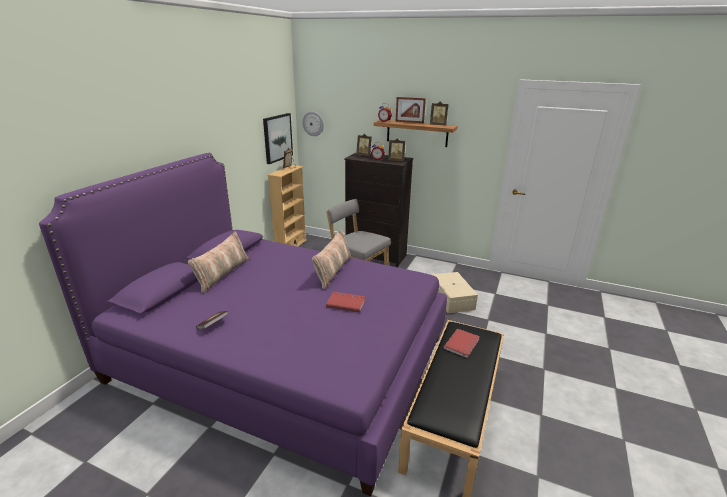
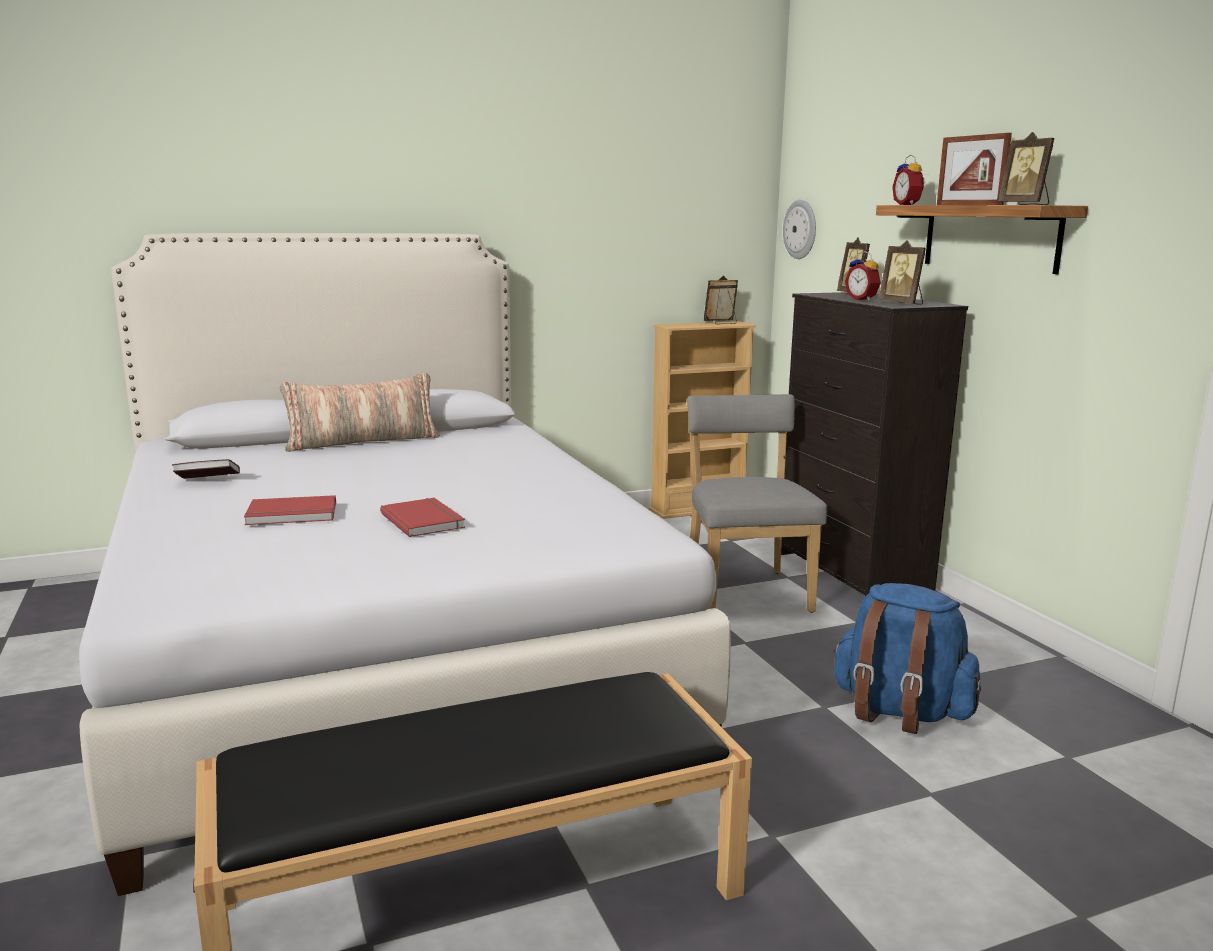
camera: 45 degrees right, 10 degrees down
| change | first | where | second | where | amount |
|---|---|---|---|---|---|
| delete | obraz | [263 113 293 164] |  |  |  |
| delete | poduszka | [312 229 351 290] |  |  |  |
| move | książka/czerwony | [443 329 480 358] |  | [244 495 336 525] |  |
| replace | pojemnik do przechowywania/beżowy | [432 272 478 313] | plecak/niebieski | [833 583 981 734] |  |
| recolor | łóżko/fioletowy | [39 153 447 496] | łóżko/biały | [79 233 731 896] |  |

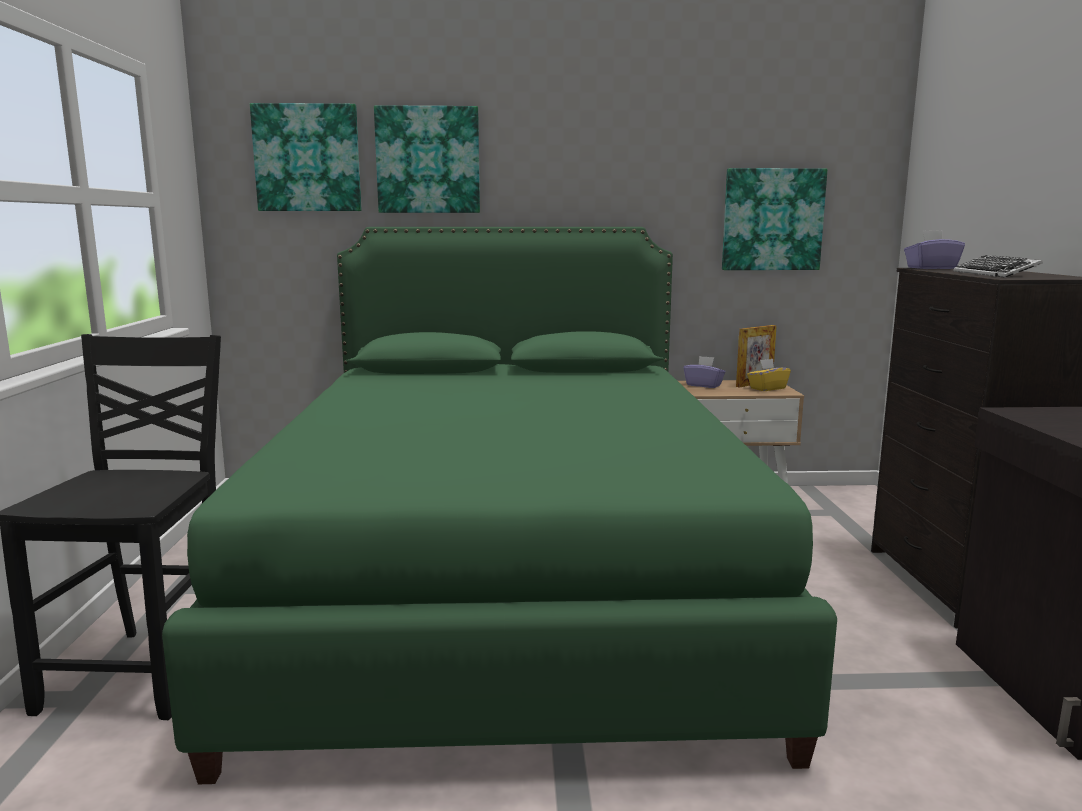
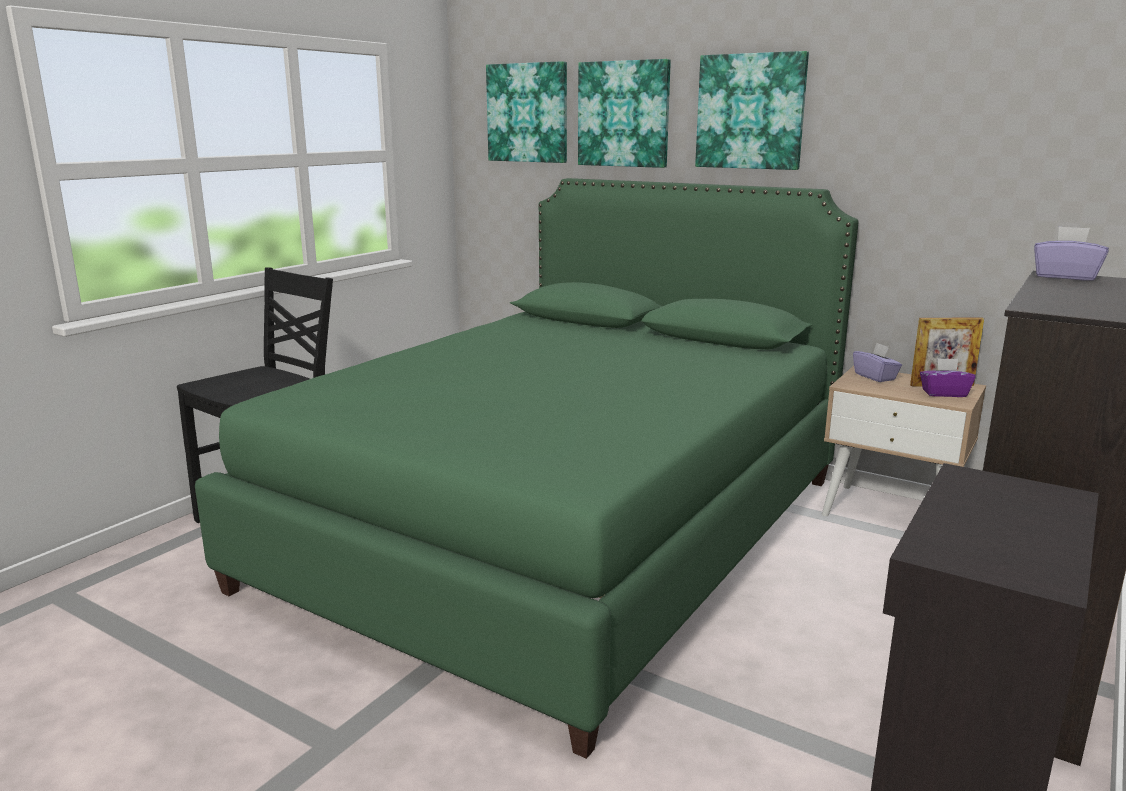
camera: 35 degrees right, 5 degrees up
| change | first | where | second | where | amount |
|---|---|---|---|---|---|
| delete | klawiatura | [954 255 1043 278] |  |  |  |
| move | obraz | [722 168 827 270] |  | [695 51 809 170] |  |
| recolor | pudełko chusteczek/żółty | [747 359 791 391] | pudełko chusteczek/fioletowy | [920 358 976 397] |  |

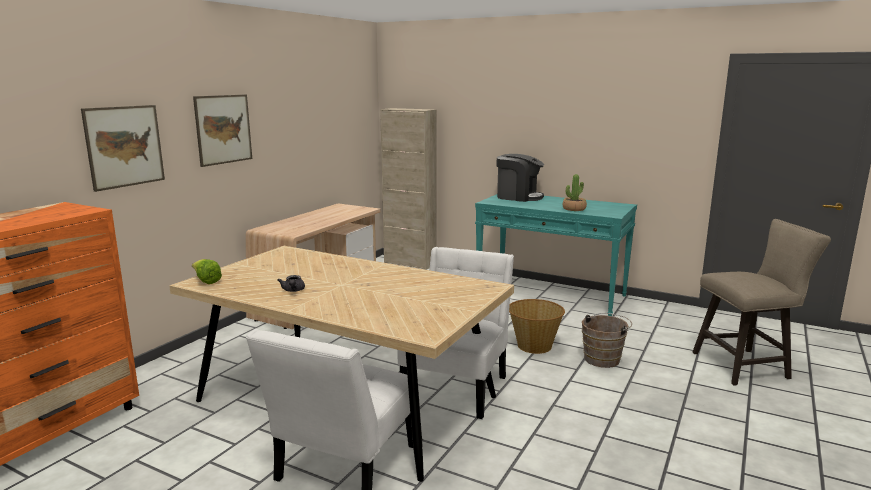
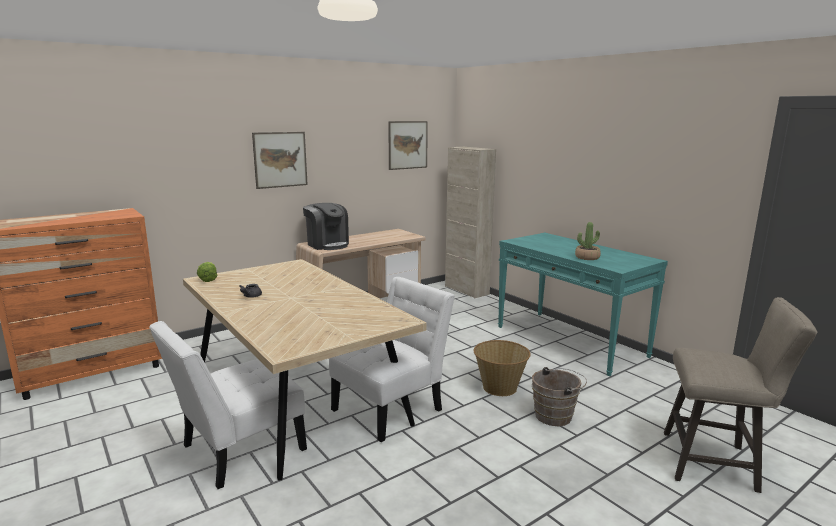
camera: 25 degrees right, 0 degrees up
| change | first | where | second | where | amount |
|---|---|---|---|---|---|
| move | obraz | [81 105 165 192] |  | [388 121 428 170] |  |
| move | ekspres do kawy | [496 154 544 202] |  | [303 203 349 250] |  |

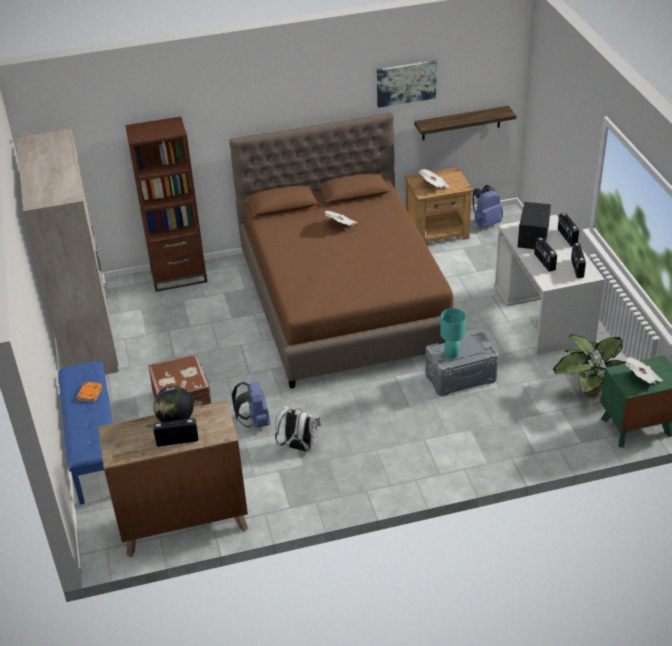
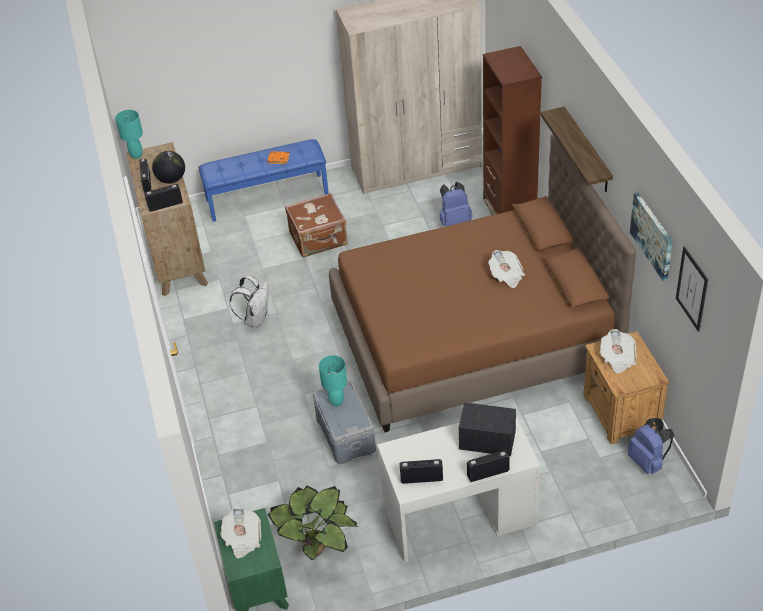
camera: 90 degrees right, 5 degrees up
| change | first | where | second | where | amount |
|---|---|---|---|---|---|
| insert |  |  | lampa stołowa/turkusowy | [115 110 143 159] |  |
| insert |  |  | obraz | [676 246 708 332] |  |
| move | plecak/niebieski | [232 382 270 428] |  | [440 182 472 226] |  |
| move | półka | [414 106 516 140] |  | [541 107 613 192] |  |
| move | radio | [534 237 557 272] |  | [145 184 183 212] |  |

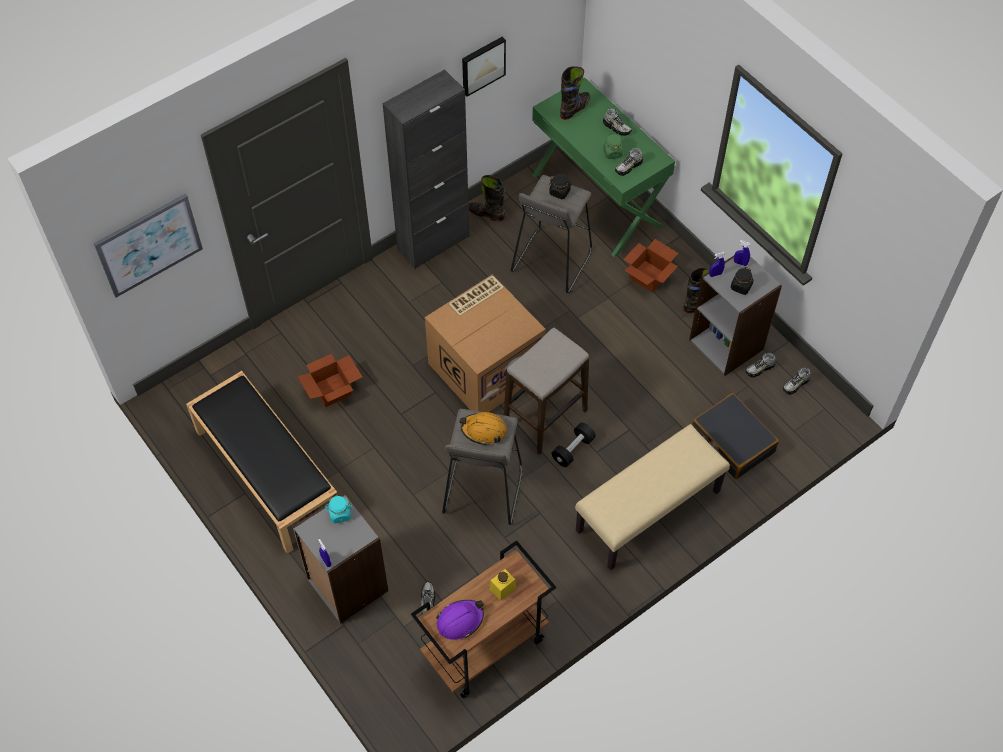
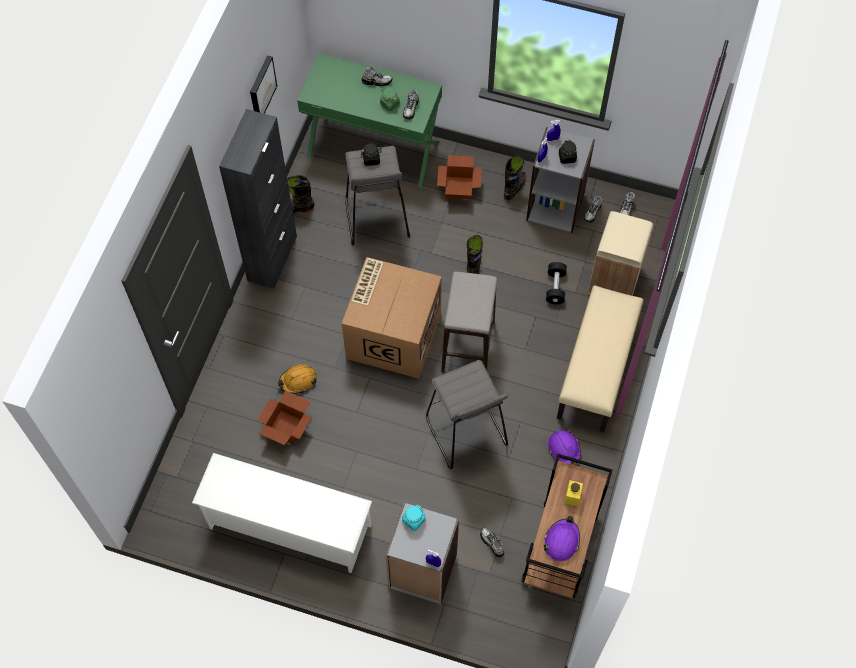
camera: 35 degrees left, 5 degrees up
| change | first | where | second | where | amount |
|---|---|---|---|---|---|
| delete | obraz | [94 194 203 298] |  |  |  |
| insert |  |  | kask/fioletowy | [548 429 581 465] |  |
| move | kask/pomarańczowy | [459 412 507 445] |  | [277 364 317 394] |  |
| move | hantel/czarny | [552 422 596 467] |  | [546 262 567 304] |  |
| move | but z cholewką/czarny | [560 66 590 120] |  | [467 235 483 274] |  |
| replace | ławka/czarny | [186 371 338 554] | regał na buty/biały | [192 453 372 573] |  |
| replace | walizka/czarny | [692 393 779 479] | kosz na śmieci/beżowy | [588 211 653 296] |  |

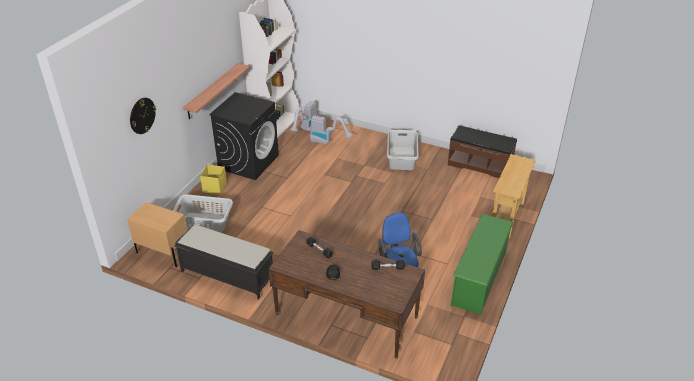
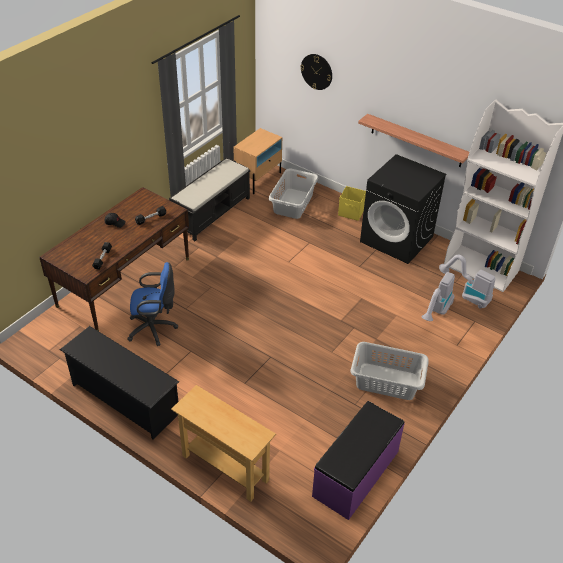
camera: 100 degrees right, 5 degrees up
| change | first | where | second | where | amount |
|---|---|---|---|---|---|
| recolor | ławka/brązowy | [448 125 517 178] | ławka/fioletowy | [312 401 405 520] |  |
| recolor | regał na buty/zielony | [451 214 514 315] | regał na buty/czarny | [60 326 179 439] |  |

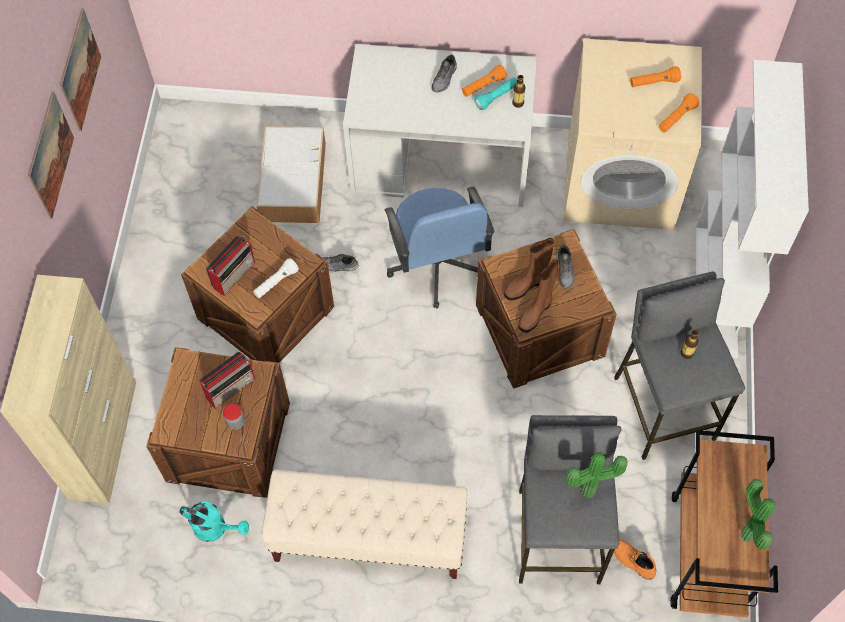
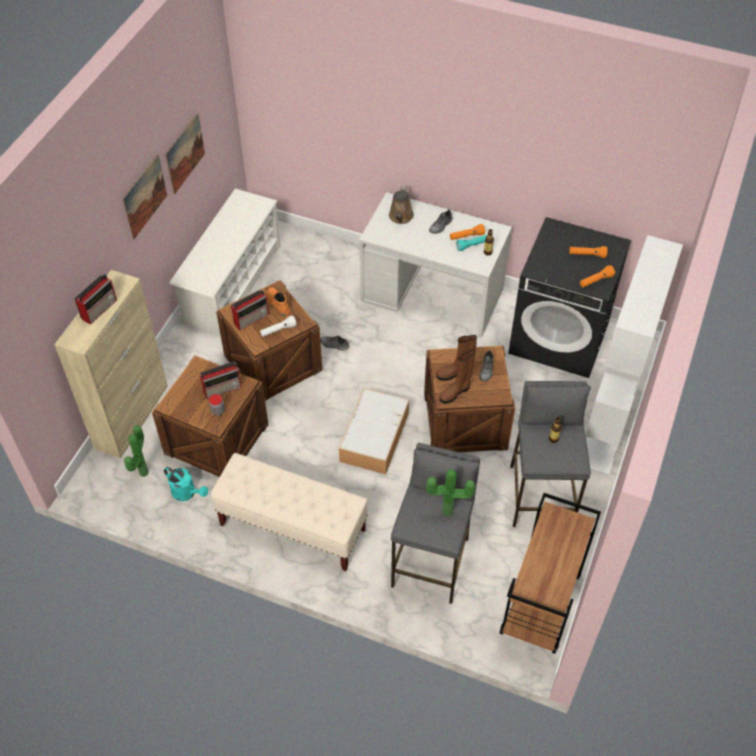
camera: 15 degrees right, 10 degrees down
| change | first | where | second | where | amount |
|---|---|---|---|---|---|
| delete | krzesło biurowe/niebieski | [385 187 494 308] |  |  |  |
| insert |  |  | radio | [74 274 117 325] |  |
| insert |  |  | regał na buty/biały | [169 189 280 337] |  |
| insert |  |  | konewka/brązowy | [389 185 414 224] |  |
| move | pojemnik do przechowywania | [257 126 326 223] |  | [339 388 409 474] |  |
| move | but z cholewką/pomarańczowy | [614 539 656 580] |  | [267 288 290 316] |  |
| move | roślina doniczkowa | [740 478 776 550] |  | [124 425 149 477] |  |
| recolor | pralka/beżowy | [564 39 702 230] | pralka/czarny | [508 217 631 378] |  |

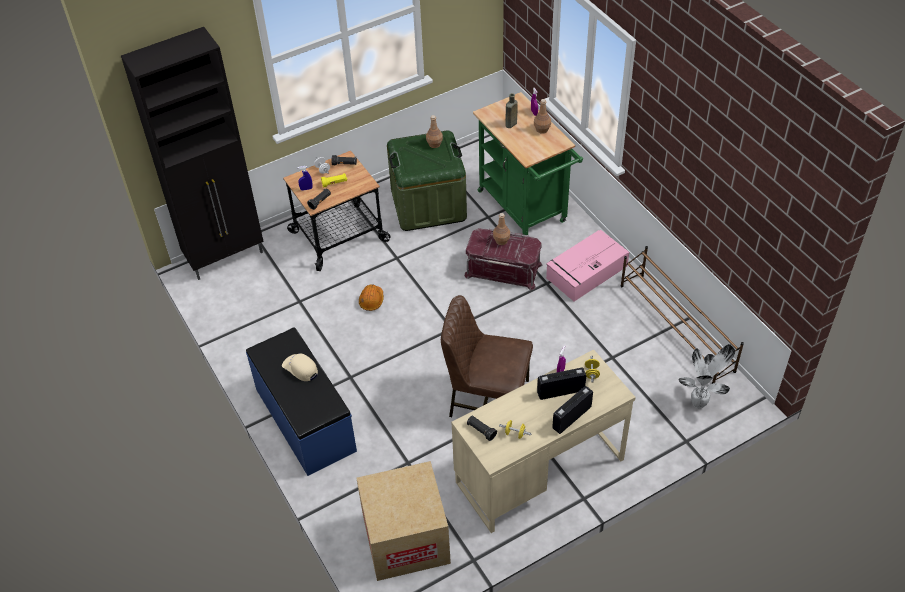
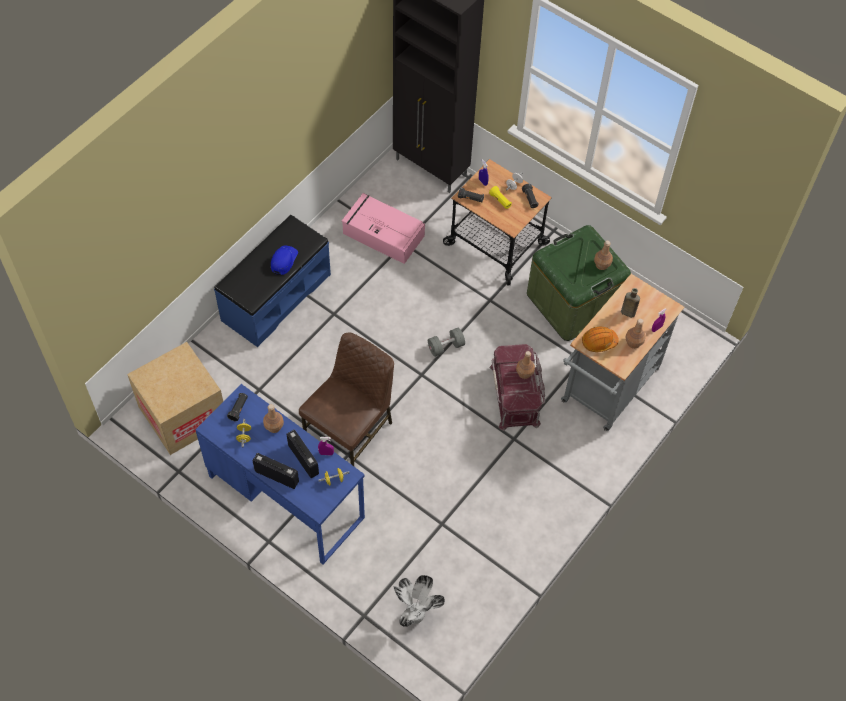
camera: 65 degrees right, 10 degrees up
| change | first | where | second | where | amount |
|---|---|---|---|---|---|
| delete | regał na buty/brązowy | [620 246 744 384] |  |  |  |
| insert |  |  | butelka/brązowy | [263 404 284 433] |  |
| insert |  |  | hantel/szary | [428 328 465 357] |  |
| move | kask/pomarańczowy | [359 284 384 311] |  | [582 327 619 352] |  |
| move | pojemnik do przechowywania/różowy | [546 230 629 302] |  | [342 193 425 264] |  |
| recolor | czapka z daszkiem/beżowy | [282 354 318 381] | czapka z daszkiem/niebieski | [271 246 298 275] |  |
| recolor | biurko/beżowy | [451 349 636 533] | biurko/niebieski | [196 384 365 564] |  |
| recolor | wózek/zielony | [473 92 583 235] | wózek/szary | [561 274 684 431] |  |
| rotate | krzesło/brązowy | [441 295 533 417] |  | [299 332 394 466] | 45 degrees clockwise |

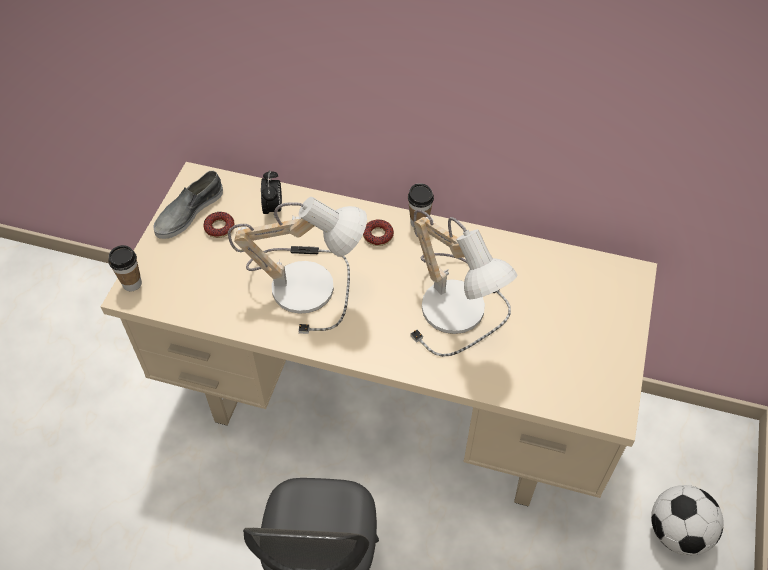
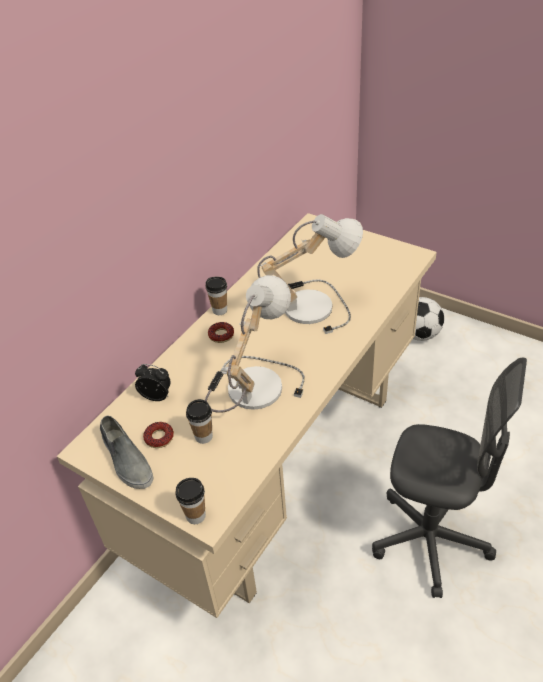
camera: 70 degrees left, 10 degrees down
| change | first | where | second | where | amount |
|---|---|---|---|---|---|
| insert |  |  | filiżanka | [186 399 213 444] |  |

